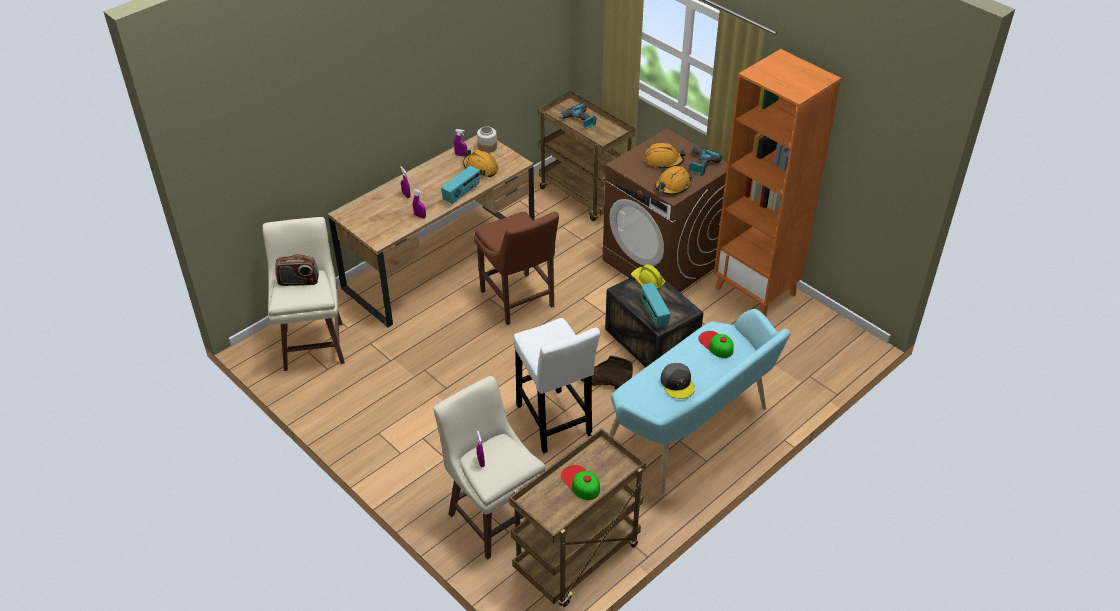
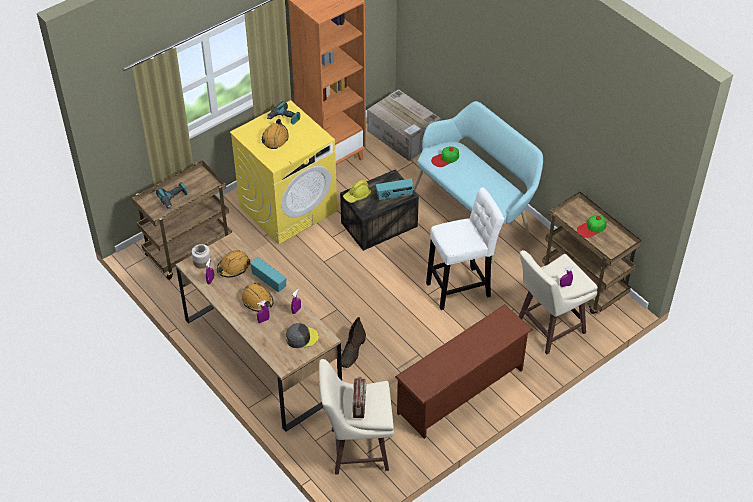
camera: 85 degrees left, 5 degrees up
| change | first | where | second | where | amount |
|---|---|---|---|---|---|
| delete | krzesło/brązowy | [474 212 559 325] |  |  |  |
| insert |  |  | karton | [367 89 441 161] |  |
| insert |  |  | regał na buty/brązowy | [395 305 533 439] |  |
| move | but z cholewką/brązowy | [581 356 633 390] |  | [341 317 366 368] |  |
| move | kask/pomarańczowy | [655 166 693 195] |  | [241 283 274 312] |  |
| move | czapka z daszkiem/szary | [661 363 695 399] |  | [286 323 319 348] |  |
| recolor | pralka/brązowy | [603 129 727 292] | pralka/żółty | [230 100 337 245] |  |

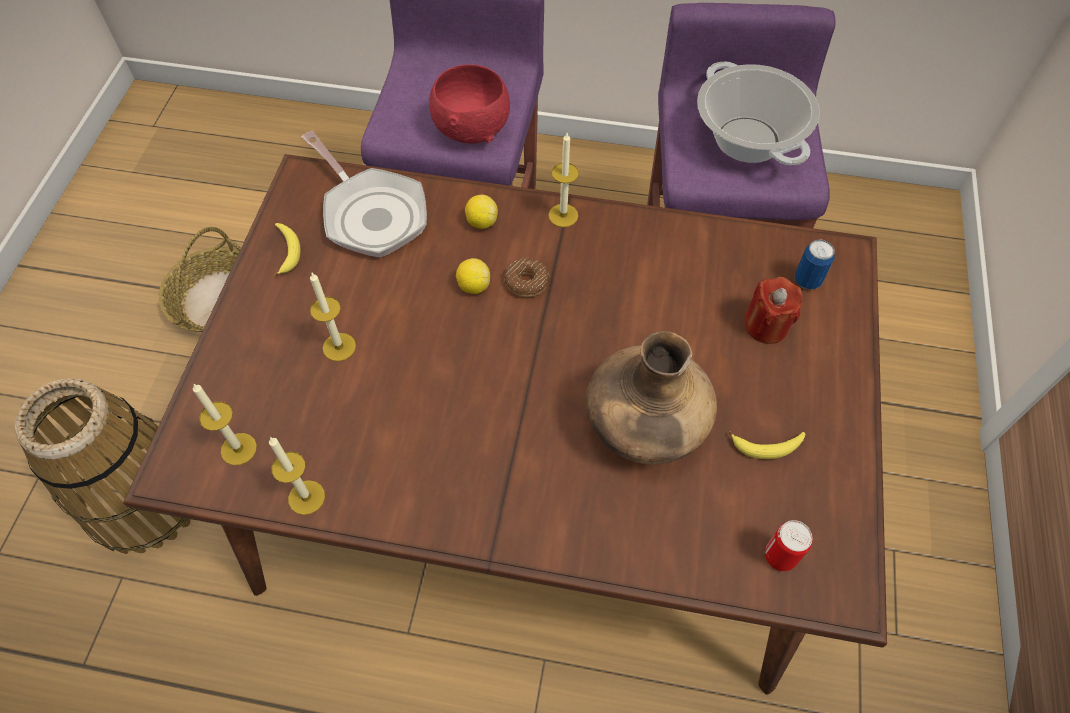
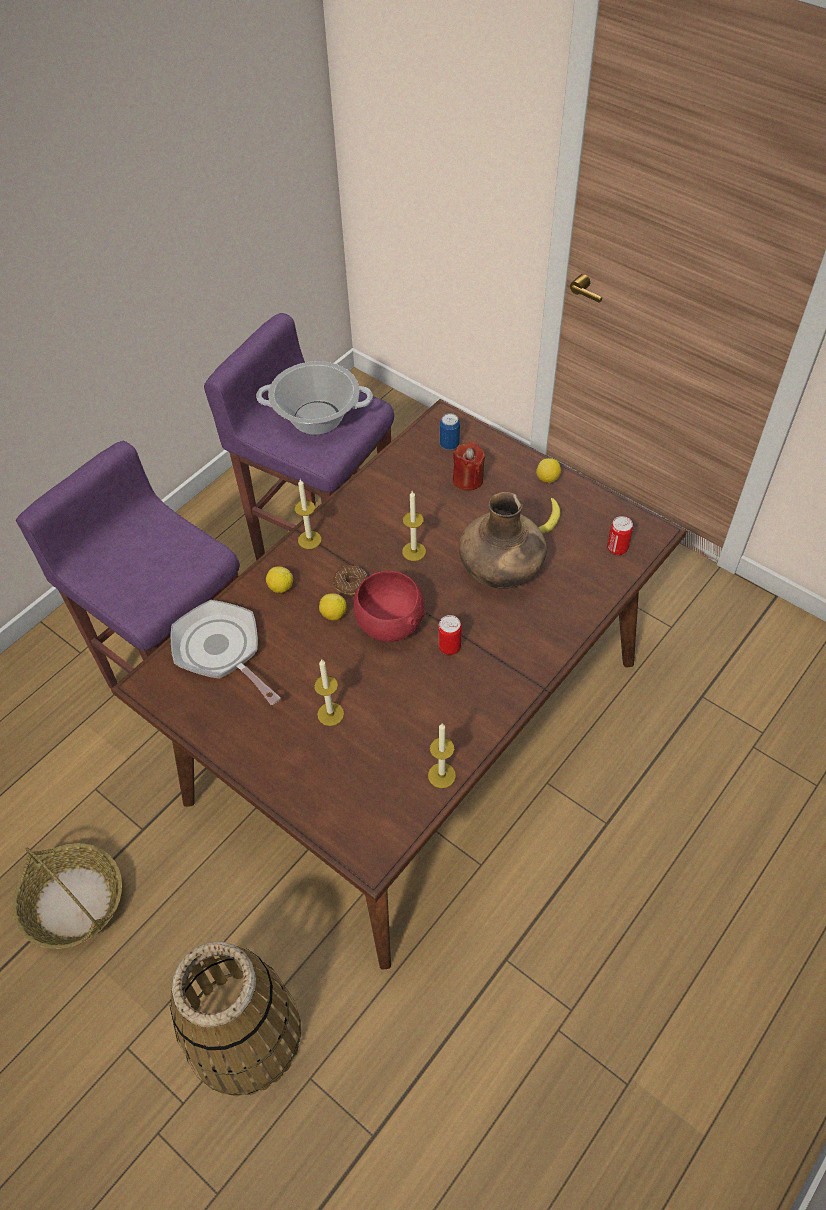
camera: 60 degrees left, 5 degrees down
| change | first | where | second | where | amount |
|---|---|---|---|---|---|
| delete | banan | [274 223 300 276] |  |  |  |
| insert |  |  | puszka | [438 615 462 655] |  |
| insert |  |  | cytryna | [536 458 561 483] |  |
| move | świeca | [193 383 257 465] |  | [402 491 426 561] |  |
| move | miska/czerwony | [429 64 510 144] |  | [353 571 426 642] |  |
| rotate | patelnia | [301 131 427 258] |  | [170 600 281 705] | 120 degrees counterclockwise |

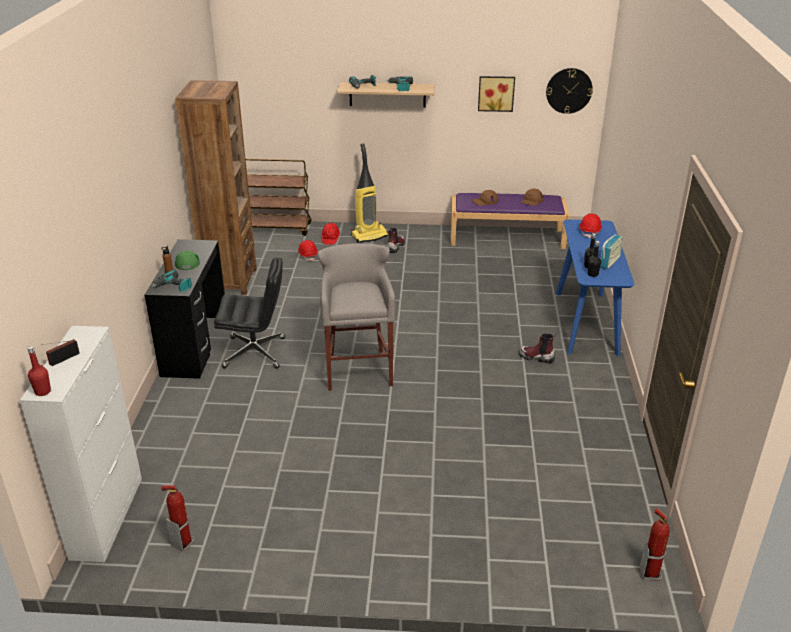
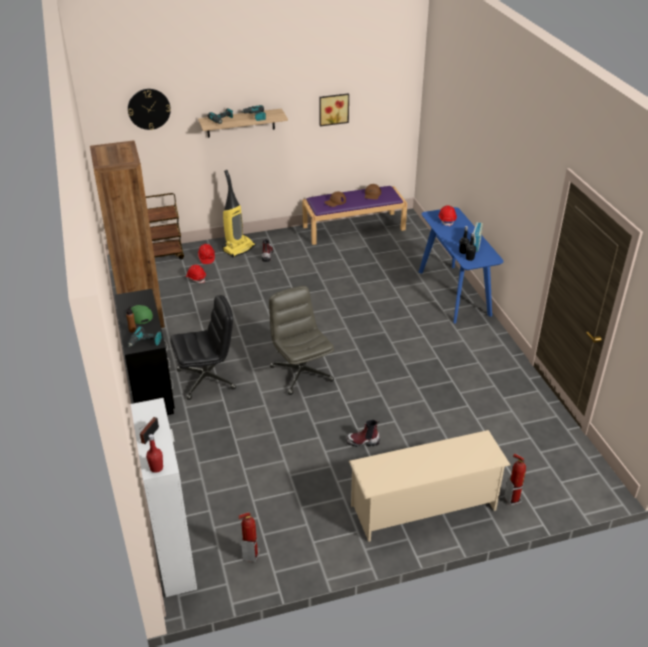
camera: 20 degrees left, 5 degrees up
| change | first | where | second | where | amount |
|---|---|---|---|---|---|
| insert |  |  | regał na buty/beżowy | [349 430 510 542] |  |
| move | but z cholewką | [519 334 556 364] |  | [346 419 380 447] |  |
| move | zegar ścienny | [546 68 593 114] |  | [128 89 171 130] |  |
| move | gaśnica | [640 508 670 581] |  | [504 453 526 506] |  |
| replace | stołek/szary | [318 243 395 391] | krzesło biurowe/szary | [269 286 334 395] |  |

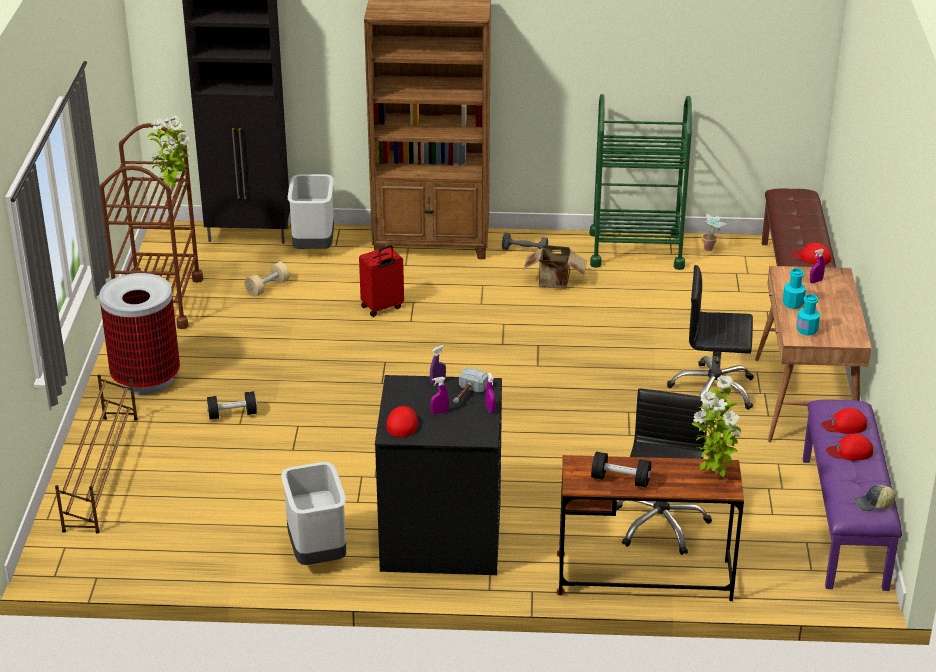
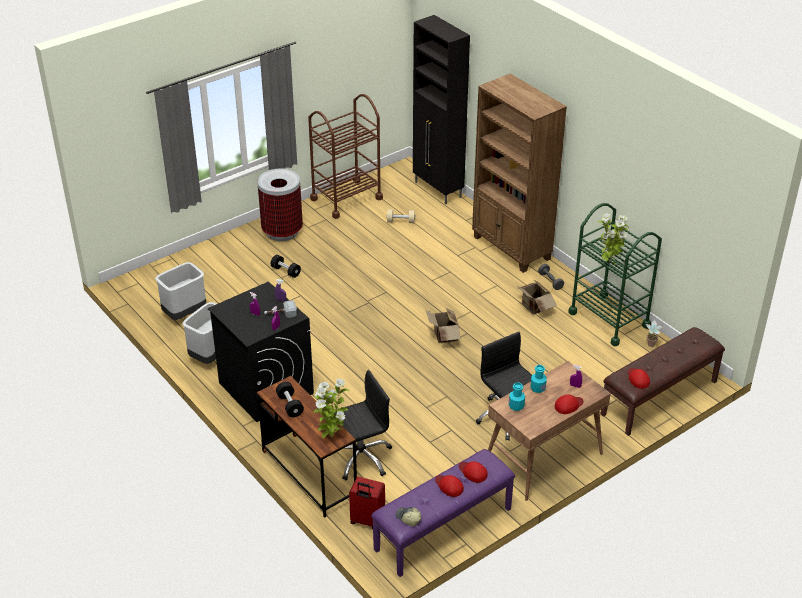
camera: 50 degrees right, 5 degrees up
| change | first | where | second | where | amount |
|---|---|---|---|---|---|
| delete | regał na buty/brązowy | [55 375 138 534] |  |  |  |
| insert |  |  | karton | [426 307 461 343] |  |
| move | roślina doniczkowa | [148 115 190 191] |  | [597 213 629 265] |  |
| move | kosz na śmieci/szary | [288 174 334 249] |  | [155 262 206 320] |  |
| move | walizka/czerwony | [359 245 404 317] |  | [349 477 385 529] |  |
| move | czapka z daszkiem/czerwony | [387 406 418 437] |  | [555 394 583 414] |  |

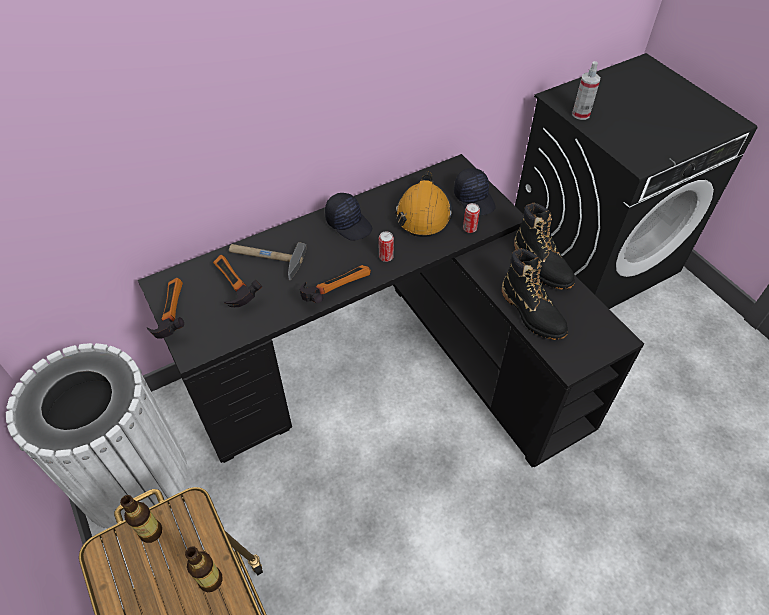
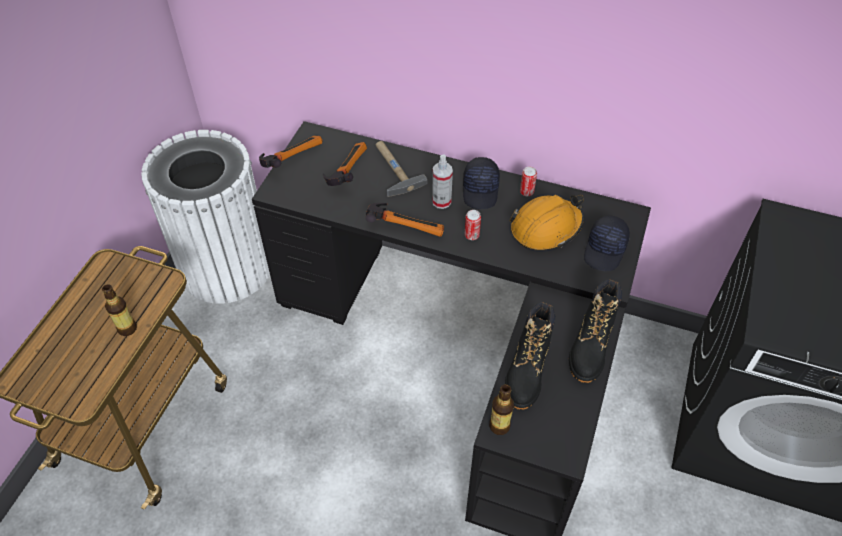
camera: 50 degrees right, 0 degrees up
| change | first | where | second | where | amount |
|---|---|---|---|---|---|
| move | butelka | [120 495 162 543] |  | [489 384 514 435] |  |
| move | puszka | [463 203 480 233] |  | [520 166 537 196] |  |
| move | spryskiwacz | [572 61 600 120] |  | [432 155 453 209] |  |

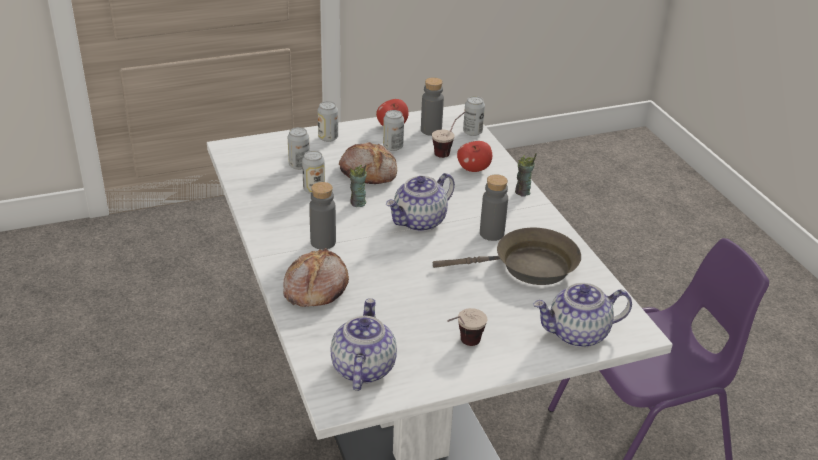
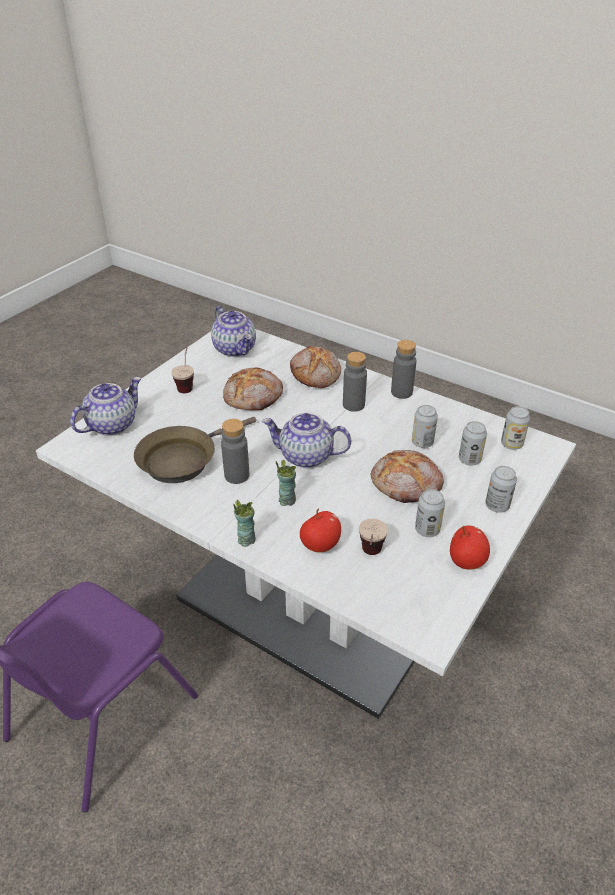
camera: 145 degrees right, 5 degrees up
| change | first | where | second | where | amount |
|---|---|---|---|---|---|
| insert |  |  | chleb | [223 368 283 410] |  |
| move | filiżanka | [349 165 367 207] |  | [276 460 296 506] |  |
| move | butelka/szary | [421 77 444 136] |  | [391 340 417 399] |  |
| move | puszka | [463 96 485 136] |  | [501 406 530 450] |  |
| rotate | imbryk | [386 173 455 232] |  | [262 412 351 468] | 90 degrees counterclockwise |

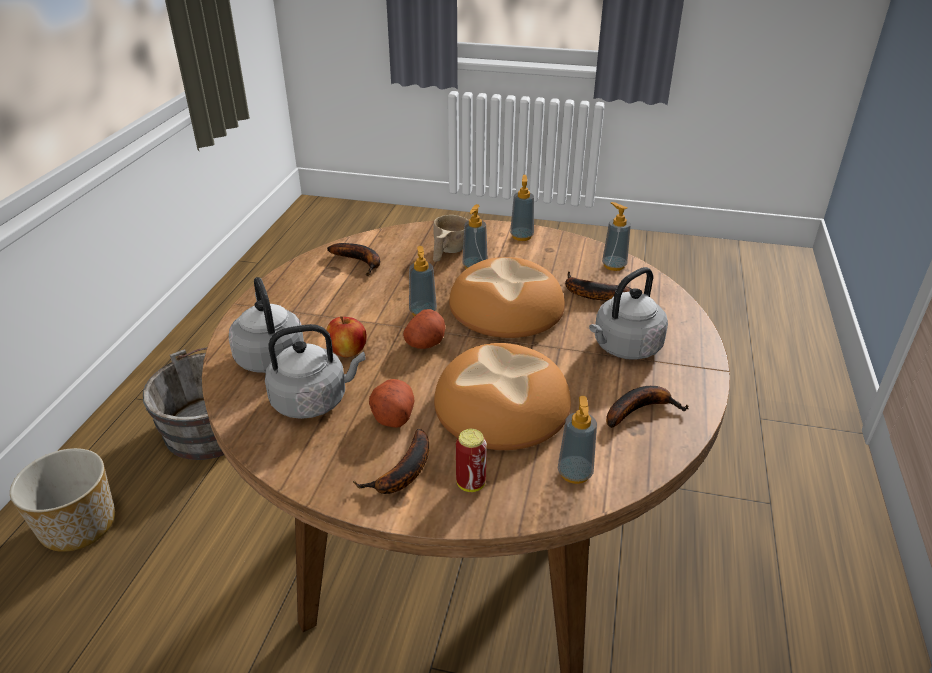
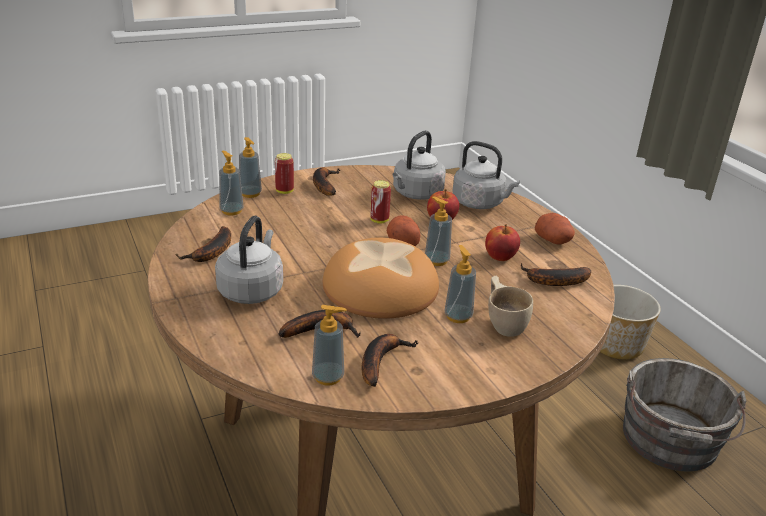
camera: 140 degrees right, 5 degrees down
| change | first | where | second | where | amount |
|---|---|---|---|---|---|
| delete | chleb | [434 343 571 450] |  |  |  |
| insert |  |  | banan | [362 334 419 387] |  |
| insert |  |  | puszka | [370 180 391 223] |  |
| insert |  |  | jabłko | [485 224 520 261] |  |
| move | ziemniak | [369 379 415 428] |  | [535 213 575 245] |  |
| move | dozownik mydła | [510 175 534 241] |  | [239 137 262 198] |  |

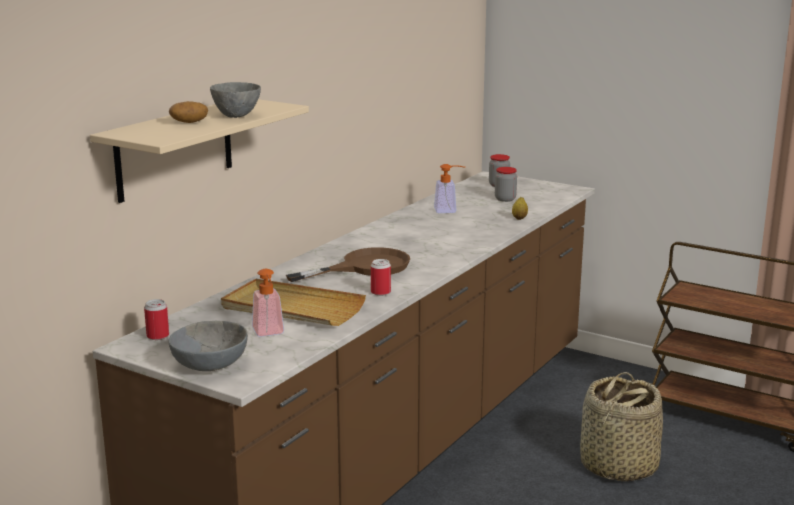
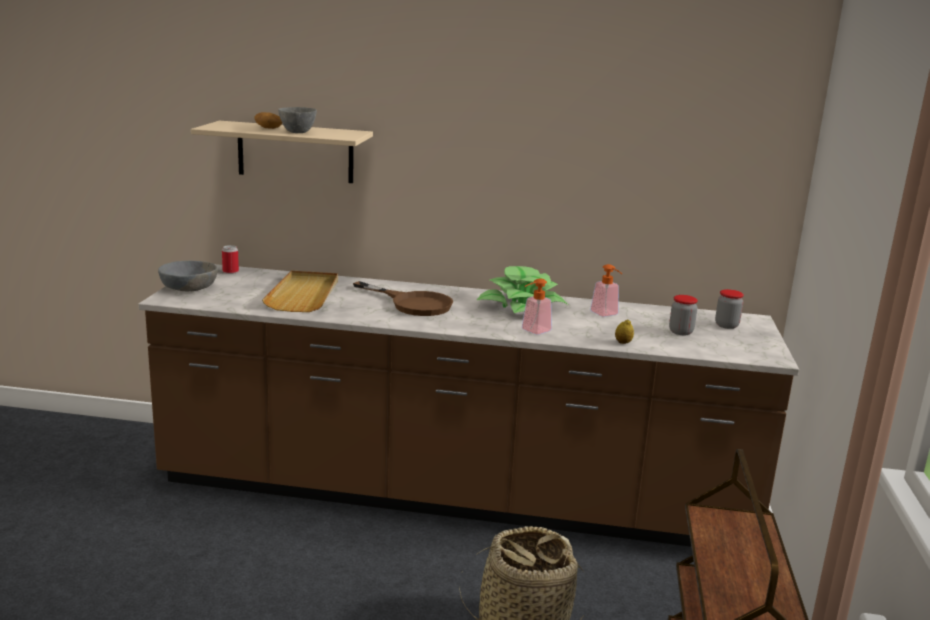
camera: 65 degrees right, 0 degrees up
| change | first | where | second | where | amount |
|---|---|---|---|---|---|
| delete | puszka | [371 259 391 296] |  |  |  |
| insert |  |  | roślina doniczkowa | [477 266 567 313] |  |
| move | dozownik mydła | [252 269 284 337] |  | [522 278 552 335] |  |

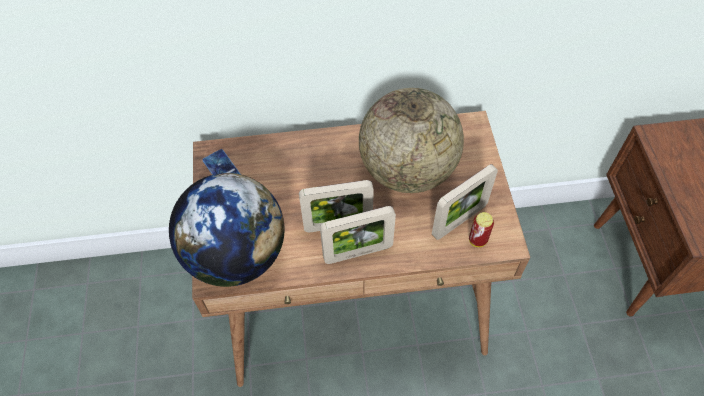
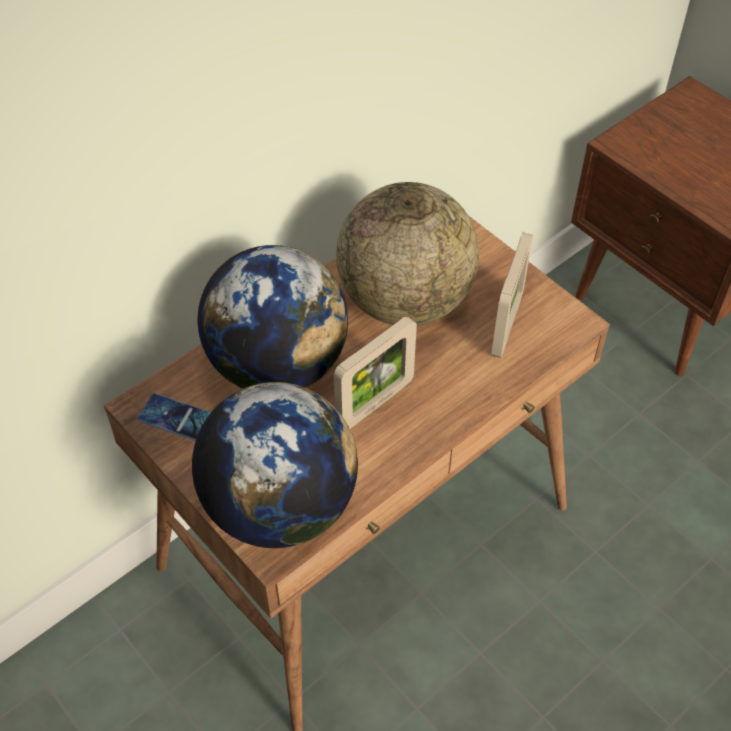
camera: 35 degrees left, 5 degrees down
| change | first | where | second | where | amount |
|---|---|---|---|---|---|
| delete | ramka na zdjęcie | [320 206 396 264] |  |  |  |
| delete | puszka | [469 212 494 247] |  |  |  |
| insert |  |  | globus | [198 245 348 389] |  |

